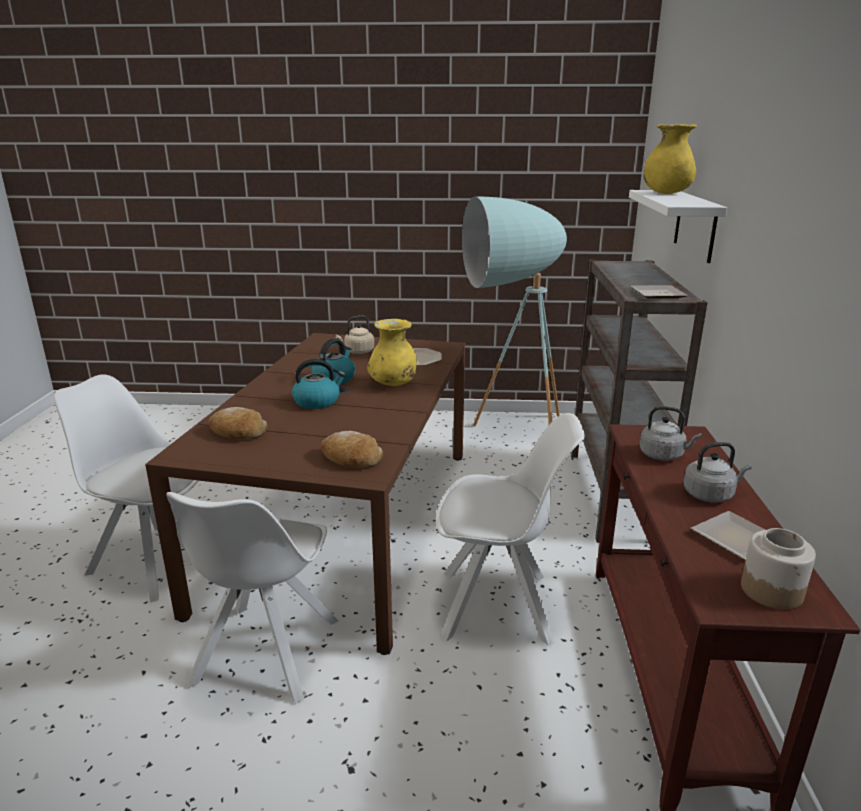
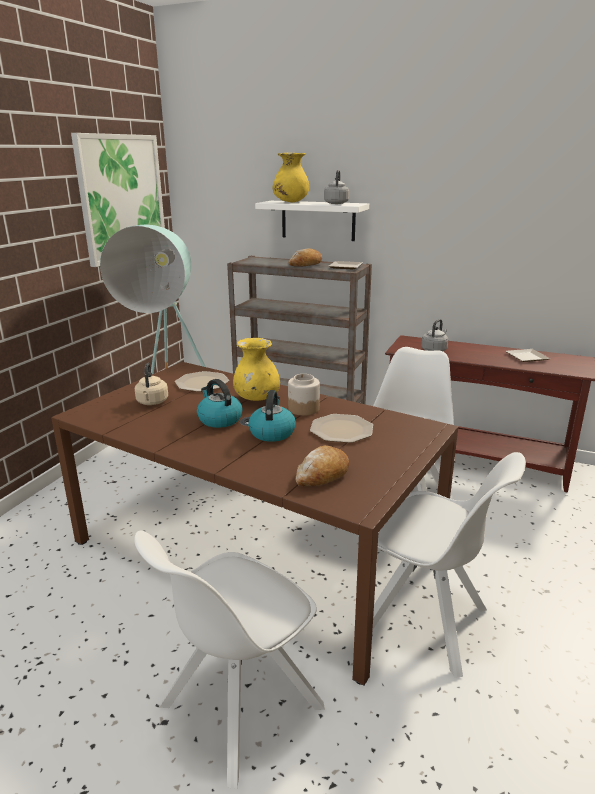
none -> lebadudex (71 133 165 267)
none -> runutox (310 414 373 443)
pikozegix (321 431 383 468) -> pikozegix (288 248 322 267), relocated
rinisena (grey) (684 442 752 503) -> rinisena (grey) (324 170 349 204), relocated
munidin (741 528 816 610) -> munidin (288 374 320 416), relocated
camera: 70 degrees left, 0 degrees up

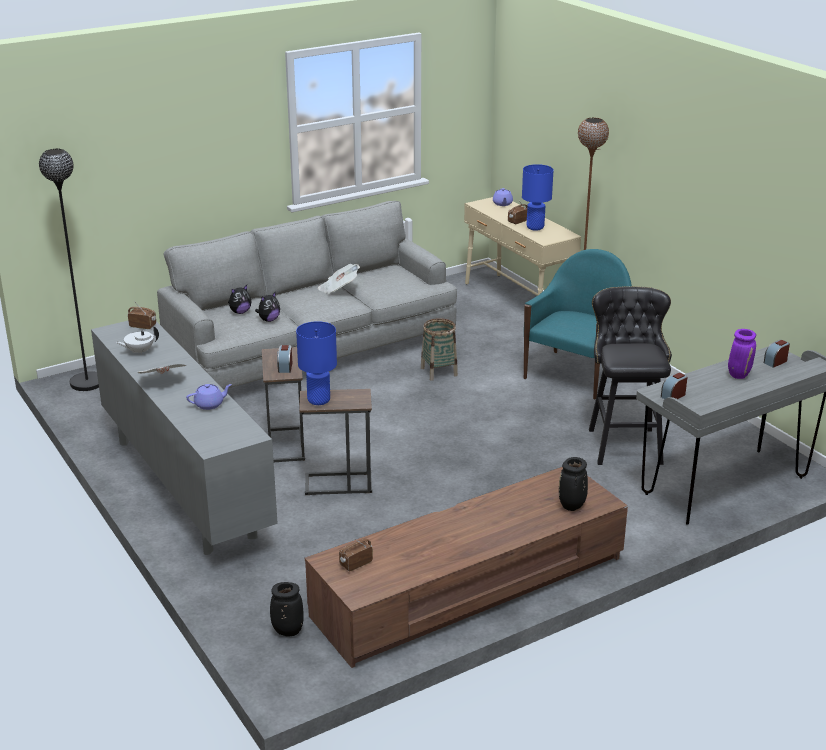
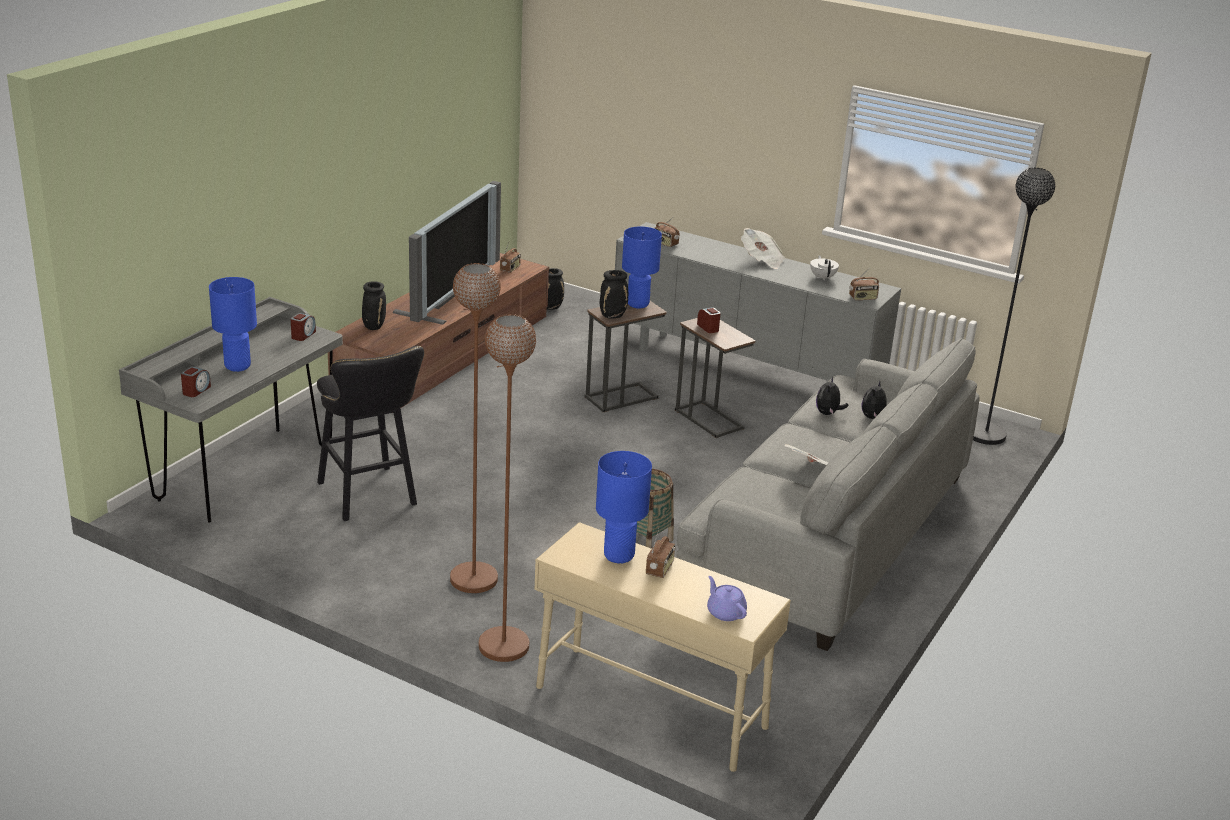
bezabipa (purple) (186 384 232 410) -> none
none -> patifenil (393 181 501 325)
none -> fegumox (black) (600 270 628 318)
none -> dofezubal (654 216 679 247)
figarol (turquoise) (524 249 632 400) -> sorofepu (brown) (450 263 501 593)
fegumox (purple) (728 329 756 379) -> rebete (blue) (209 277 257 372)
bezabipa (white) (116 326 159 354) -> bezabipa (white) (810 255 839 281), 45 degrees counterclockwise
camera: 150 degrees right, 0 degrees up

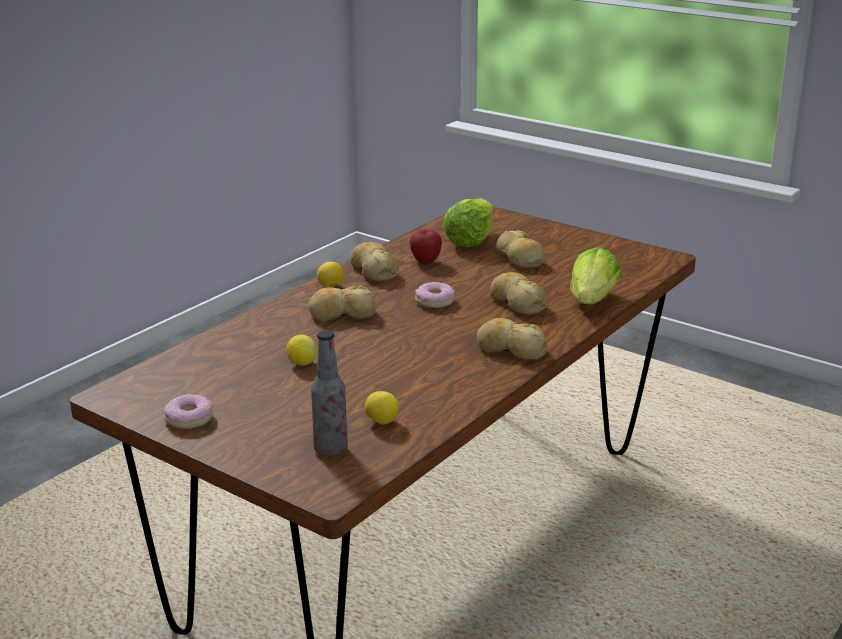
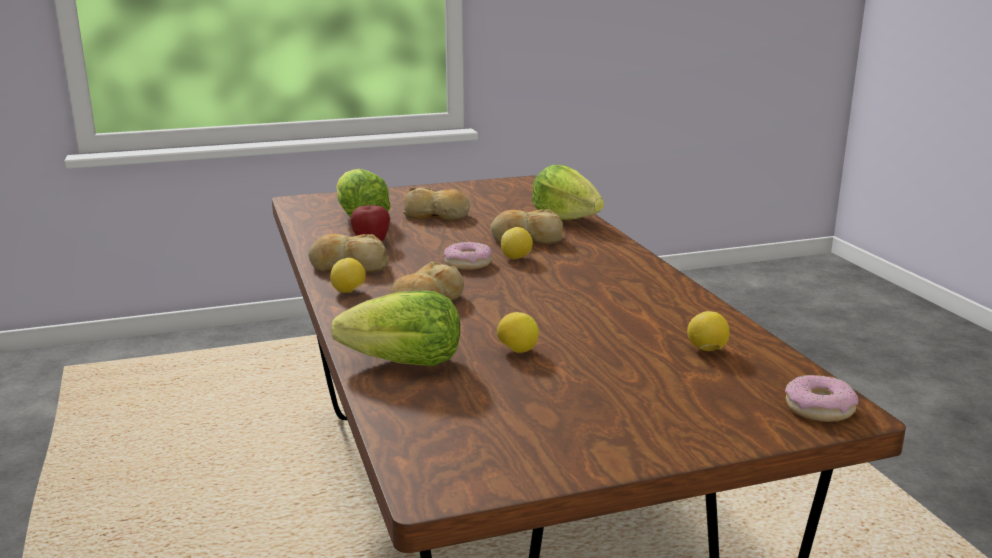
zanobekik (311 330 348 456) -> none
pikozegix (477 318 548 361) -> none
none -> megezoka (331 290 460 366)
none -> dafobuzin (501 227 533 259)
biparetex (164 394 213 429) -> biparetex (785 375 858 422), relocated
camera: 55 degrees left, 5 degrees down

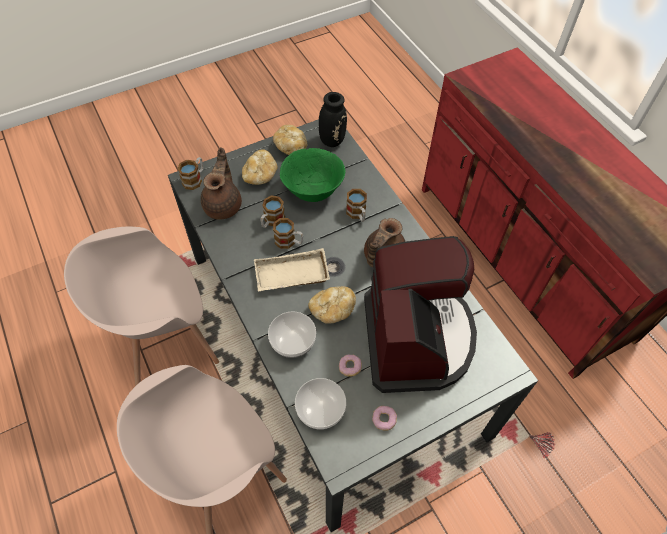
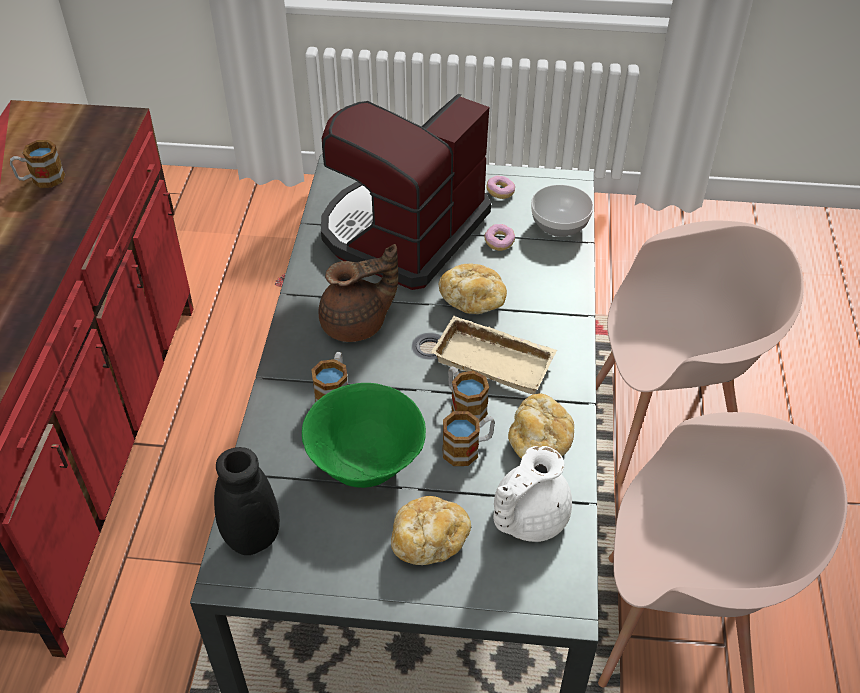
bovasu (268 311 316 358) -> none
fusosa (177 157 203 190) -> fusosa (10 140 65 188), relocated
pikozegix (273 125 307 155) -> pikozegix (508 394 574 459), relocated
bezabipa (brown) (201 147 242 220) -> bezabipa (white) (493 446 572 542)
camera: 145 degrees left, 10 degrees down

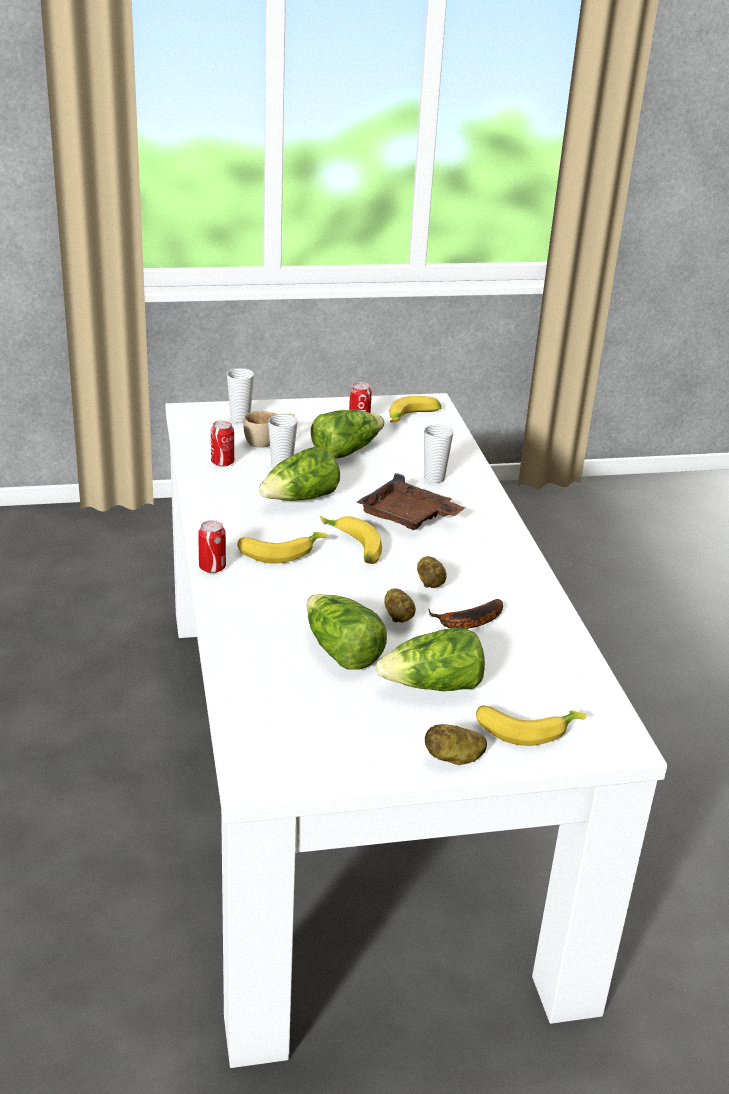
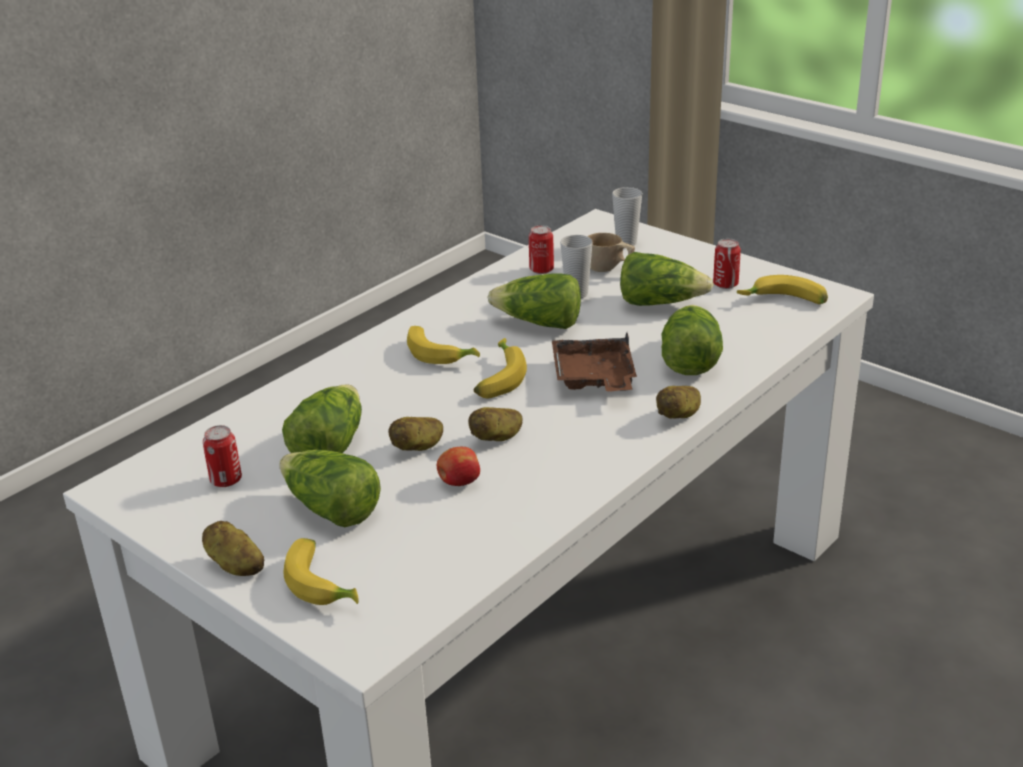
none -> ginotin (656 386 701 419)
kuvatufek (198 520 226 573) -> kuvatufek (203 425 242 487), relocated
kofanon (424 424 454 483) -> megezoka (662 305 723 375)
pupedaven (428 599 503 629) -> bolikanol (437 447 480 486)
camera: 55 degrees right, 0 degrees up

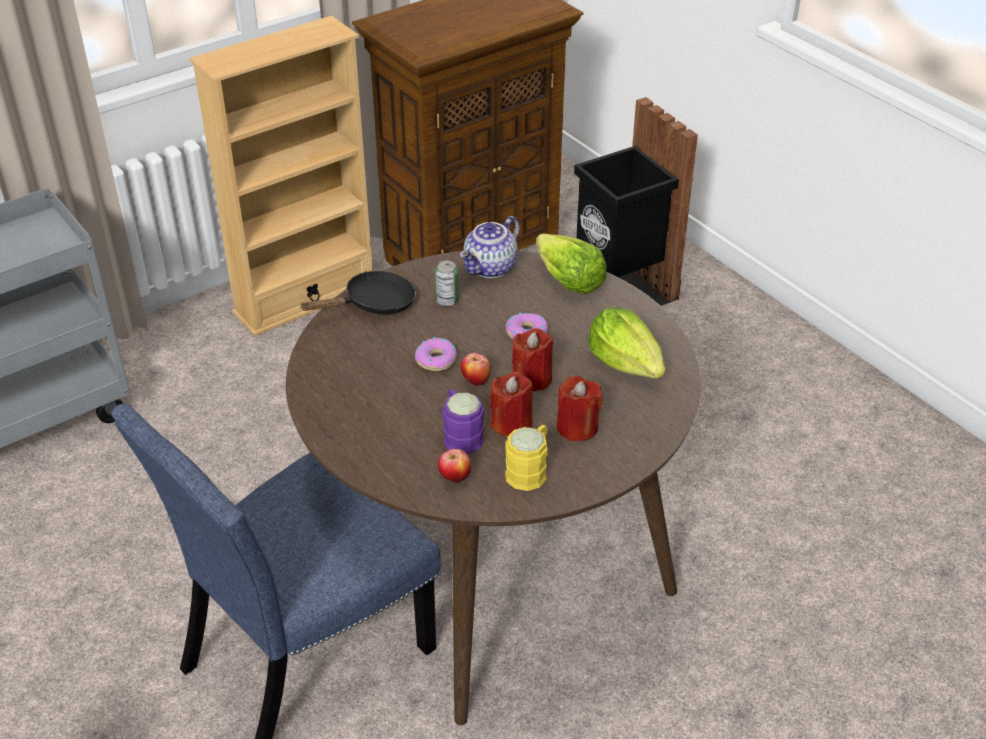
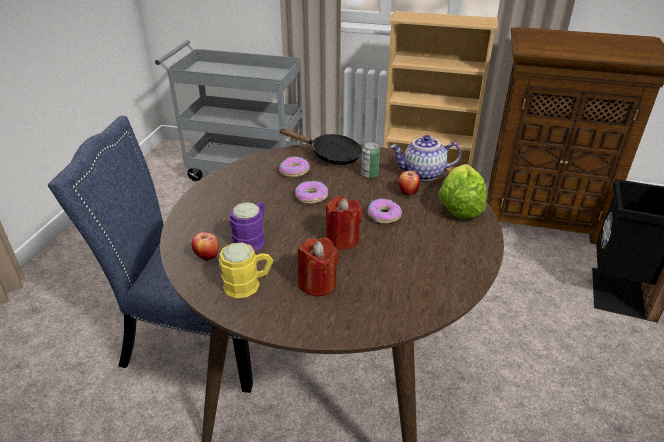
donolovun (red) (490 372 533 437) -> none
megezoka (588 308 665 379) -> none
none -> biparetex (279 157 310 178)
bolikanol (461 353 491 386) -> bolikanol (399 171 420 195), relocated
camera: 50 degrees right, 5 degrees down

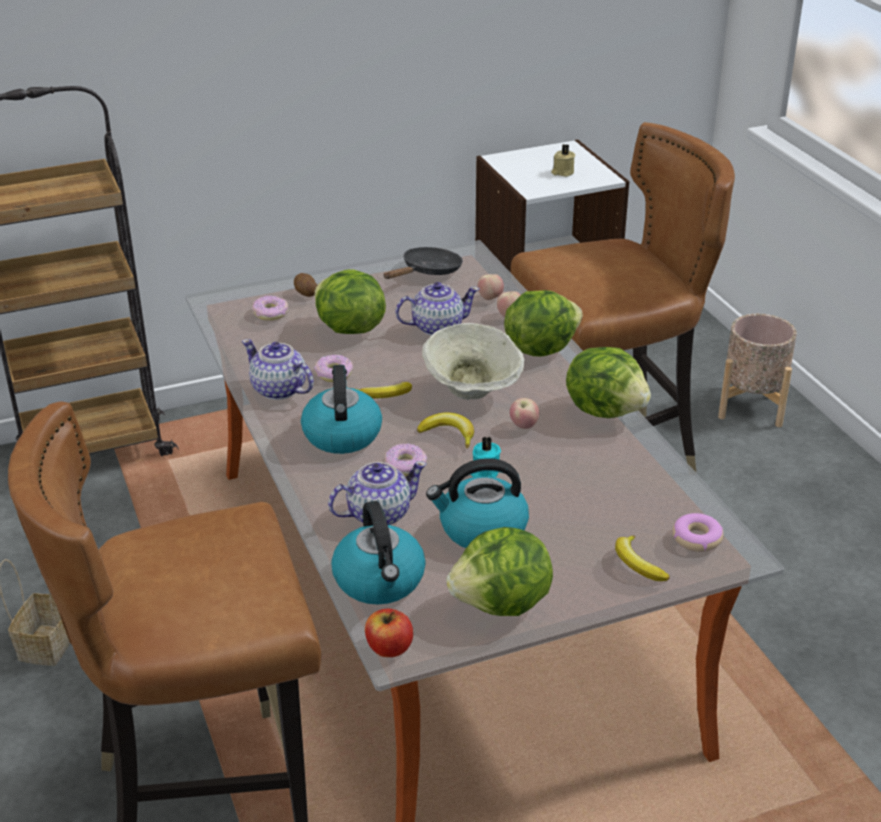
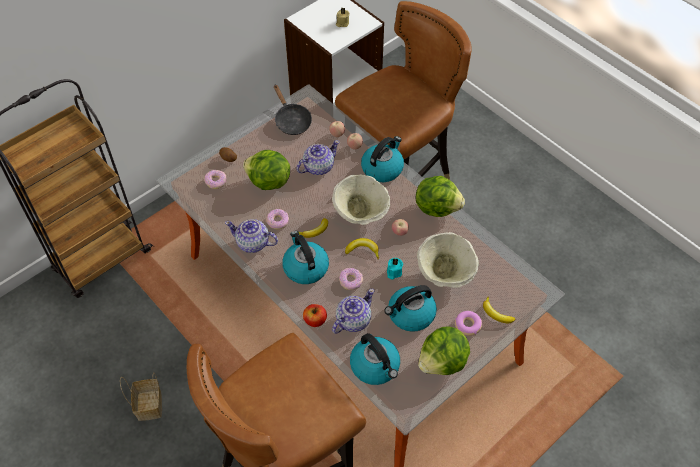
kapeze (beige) (718 314 797 427) -> none
none -> bovasu (beige) (417 232 479 288)
bolikanol (365 609 413 657) -> bolikanol (303 304 327 327), relocated
biparetex (672 513 724 552) -> biparetex (455 311 482 336), relocated
megezoka (504 290 583 357) -> rinisena (361 136 404 182)
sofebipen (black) (383 247 463 279) -> sofebipen (black) (274 85 312 135), 135 degrees clockwise
camera: 20 degrees left, 20 degrees up

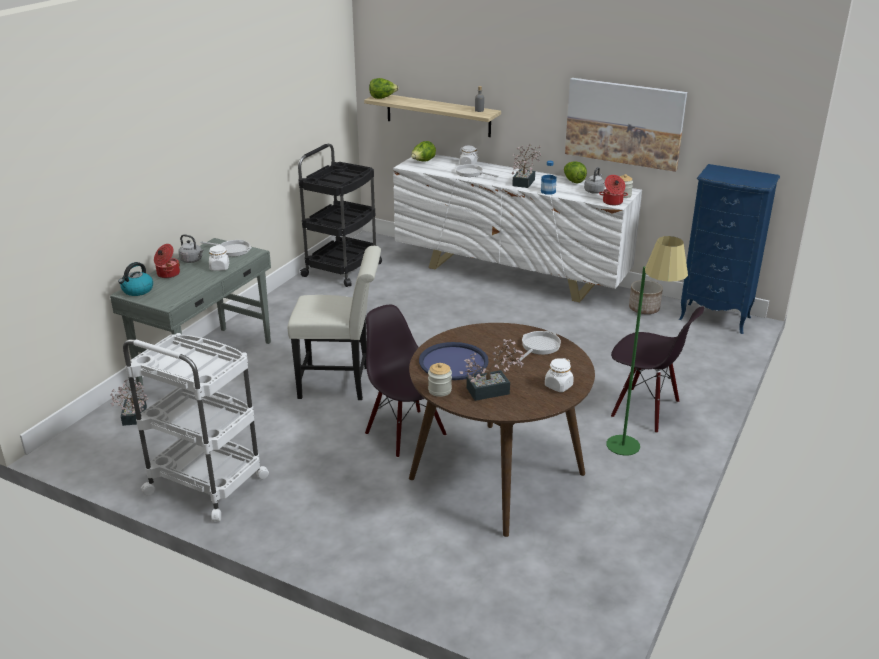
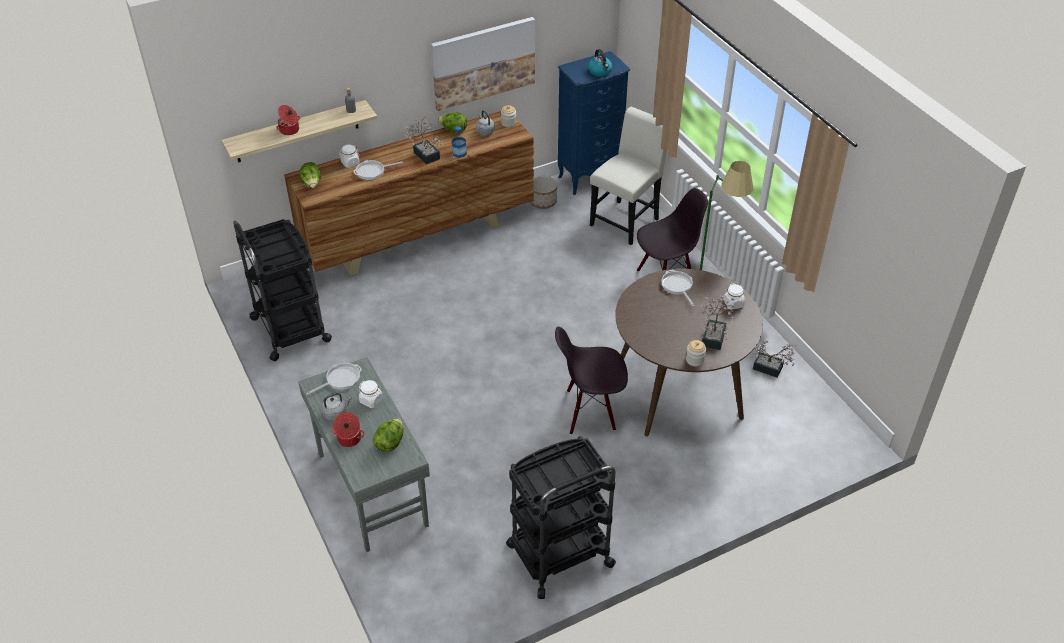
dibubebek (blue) (419 342 489 380) -> none
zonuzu (110 379 148 426) -> zonuzu (750 341 797 378), relocated
rinisena (118 262 153 296) -> rinisena (588 49 612 76), relocated
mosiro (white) (288 246 381 400) -> mosiro (white) (590 107 667 245), relocated
megezoka (369 78 399 99) -> megezoka (373 418 403 452), relocated
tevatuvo (599 175 628 205) -> tevatuvo (276 105 300 135), relocated
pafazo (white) (123 333 269 522) -> pafazo (black) (506 436 616 599)
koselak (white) (393 154 642 303) -> koselak (brown) (284 111 534 276)
camera: 55 degrees left, 15 degrees up

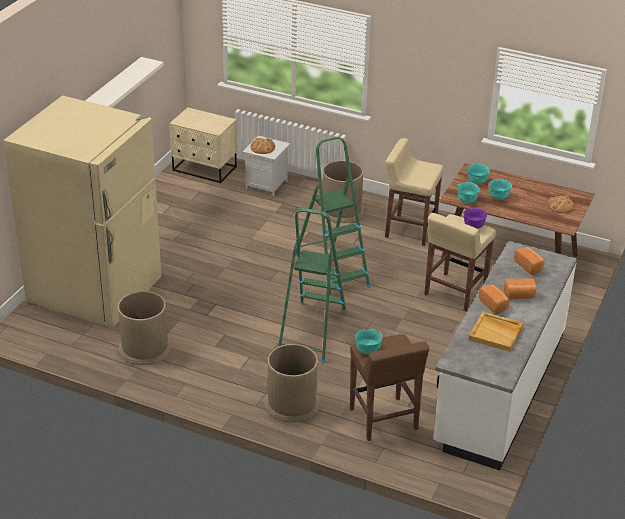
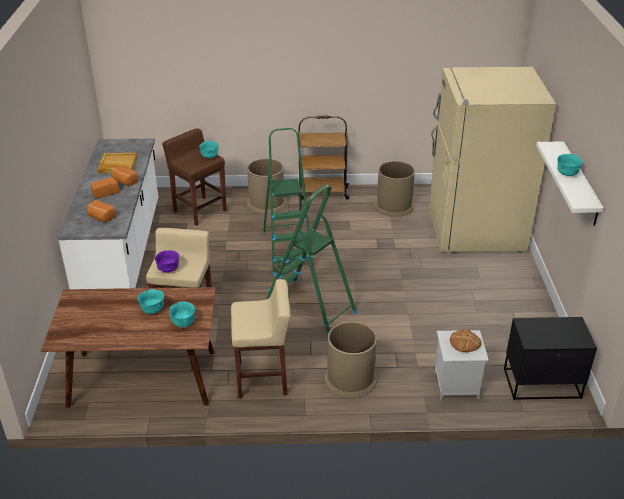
pikozegix (547 195 575 213) -> none
none -> pafazo (brown) (298 115 350 200)
bovasu (turquoise) (457 182 480 203) -> bovasu (turquoise) (557 154 583 176), relocated
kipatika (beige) (169 107 237 184) -> kipatika (black) (504 317 597 400)
camera: 155 degrees right, 0 degrees up

